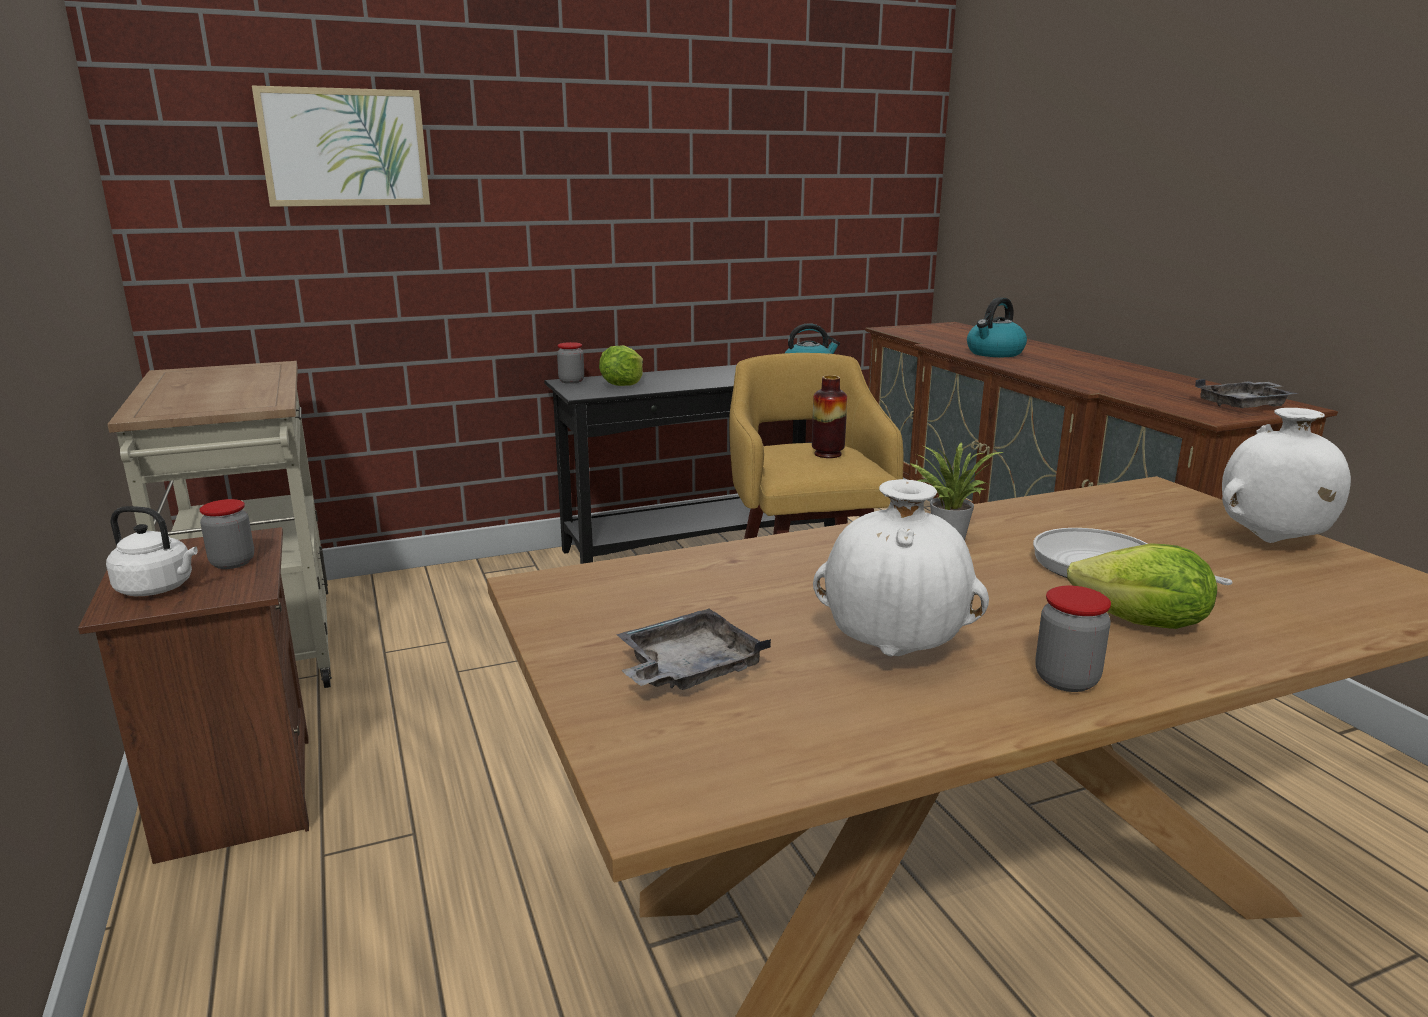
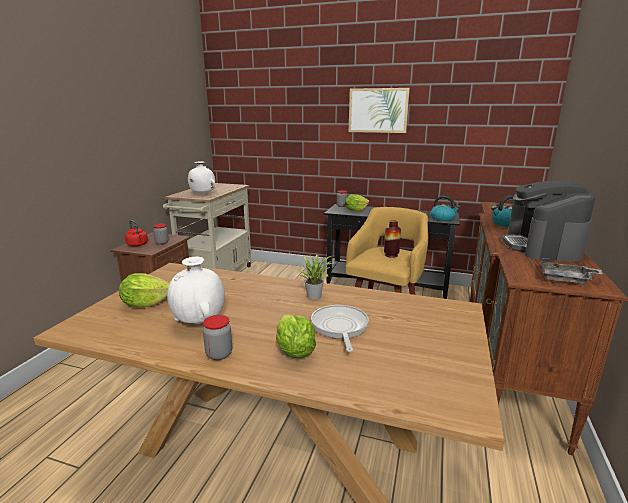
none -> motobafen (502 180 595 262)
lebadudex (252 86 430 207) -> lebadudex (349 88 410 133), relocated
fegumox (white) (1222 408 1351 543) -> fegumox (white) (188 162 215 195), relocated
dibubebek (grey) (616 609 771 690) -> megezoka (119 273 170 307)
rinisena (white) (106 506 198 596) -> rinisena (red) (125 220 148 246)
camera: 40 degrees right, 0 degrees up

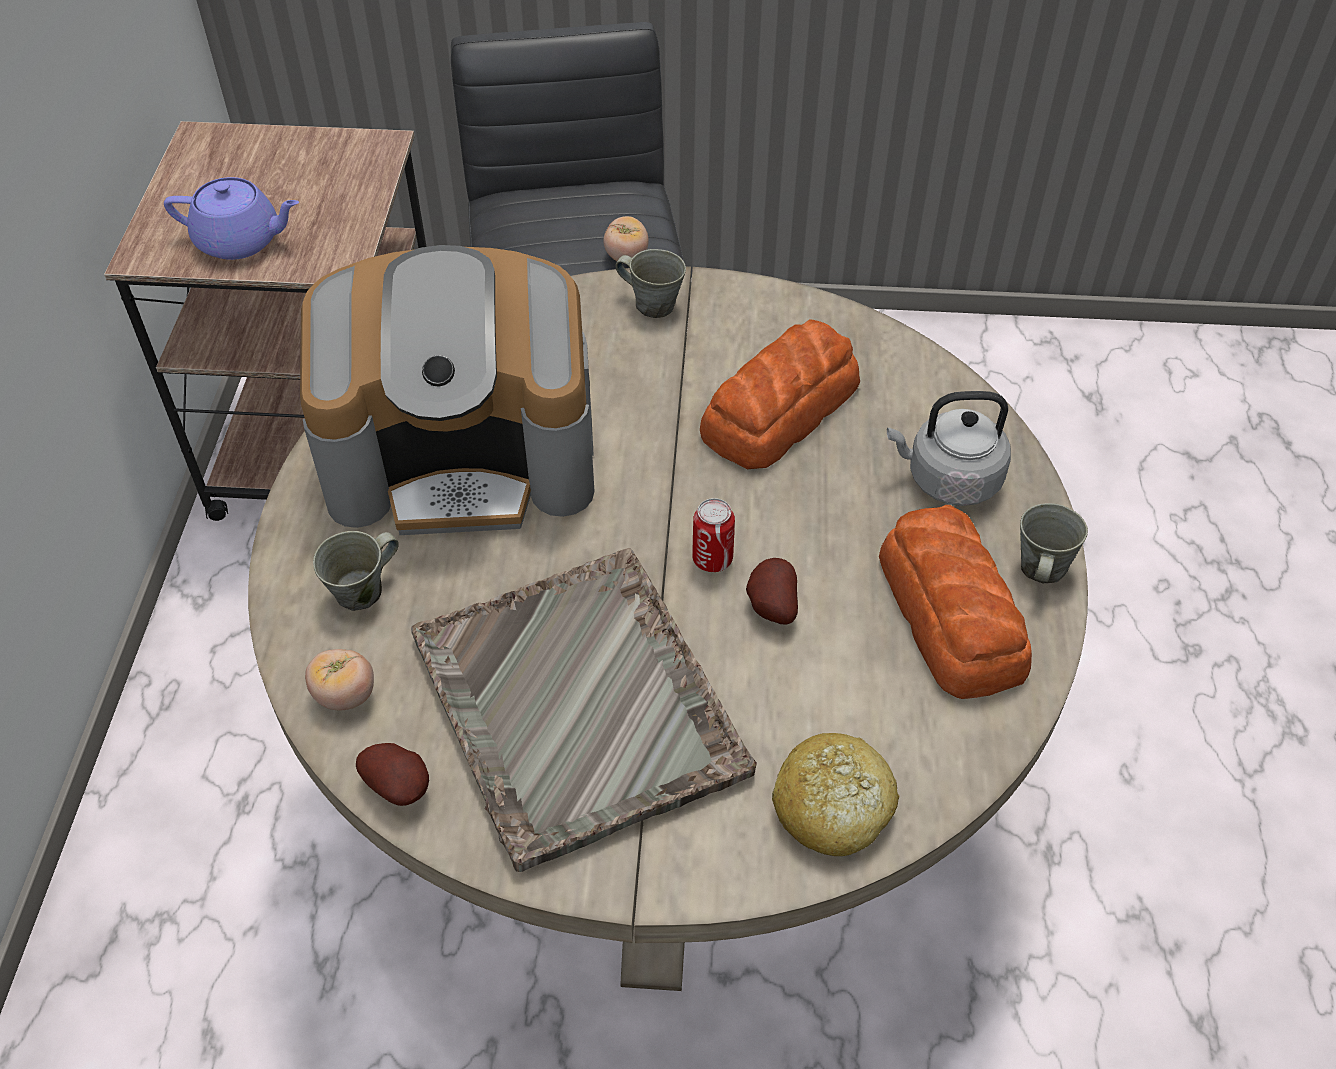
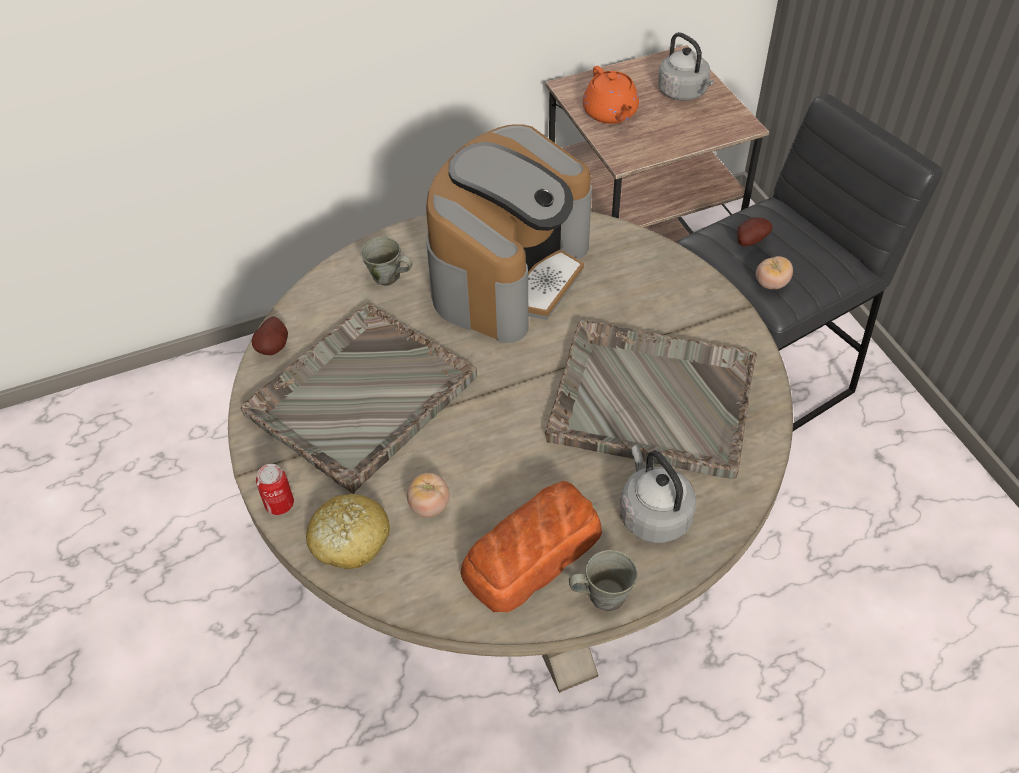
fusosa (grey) (615 249 686 318) -> none
none -> rinisena (grey) (658 32 714 101)
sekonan (305 649 374 710) -> sekonan (407 473 450 518), relocated
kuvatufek (692 498 735 572) -> kuvatufek (256 464 294 515), relocated
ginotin (746 558 798 625) -> ginotin (737 218 773 246), relocated
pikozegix (700 319 860 469) -> dibubebek (grey) (545 320 757 479)
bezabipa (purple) (164 177 299 260) -> bezabipa (orange) (583 66 639 124)
motobafen (300 245 594 535) -> motobafen (426 124 592 343), 120 degrees counterclockwise
camera: 65 degrees right, 0 degrees up

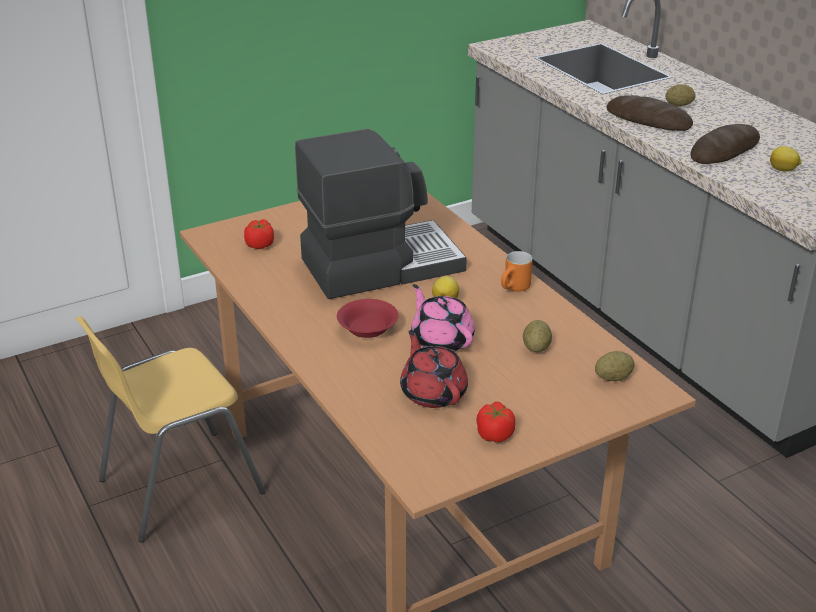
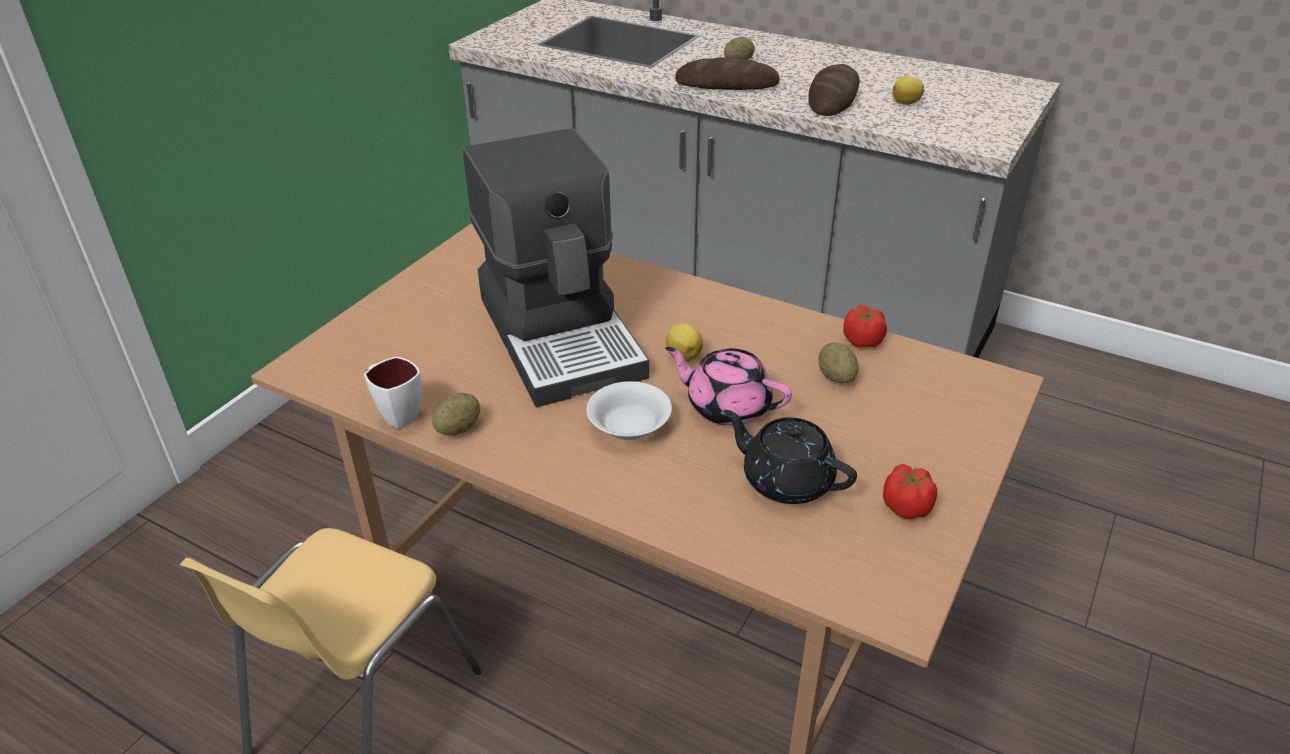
fusosa (orange) (501 251 533 292) -> none
none -> fusosa (white) (364 357 422 429)
sekonan (244 219 274 249) -> sekonan (843 305 887 348), relocated
ginotin (595 351 635 381) -> ginotin (432 393 480 435), relocated
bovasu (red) (337 299 398 338) -> bovasu (white) (586 381 672 440)
bezabipa (red) (400 330 468 408) -> bezabipa (black) (723 410 857 504)
motobafen (295 129 467 299) -> motobafen (463 128 649 407), 120 degrees clockwise
camera: 30 degrees left, 5 degrees up

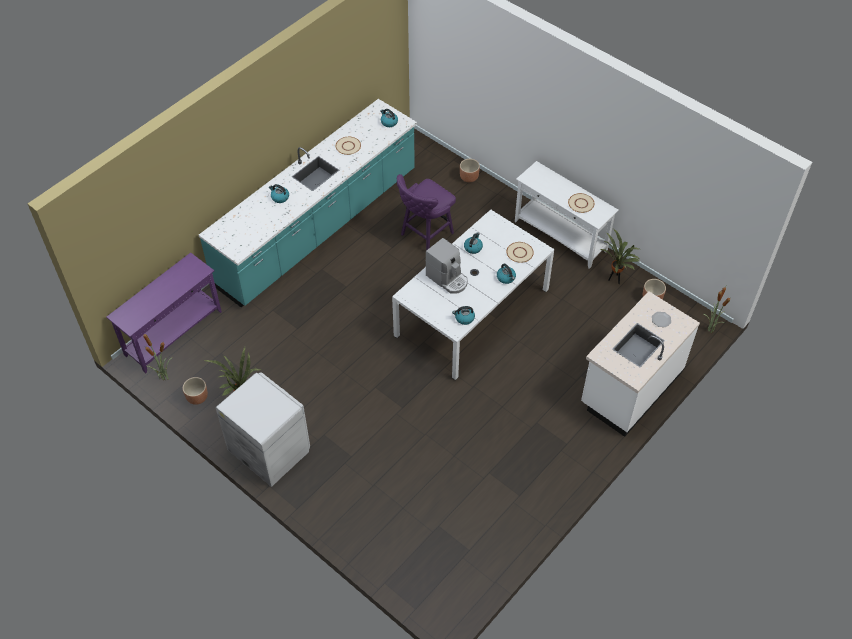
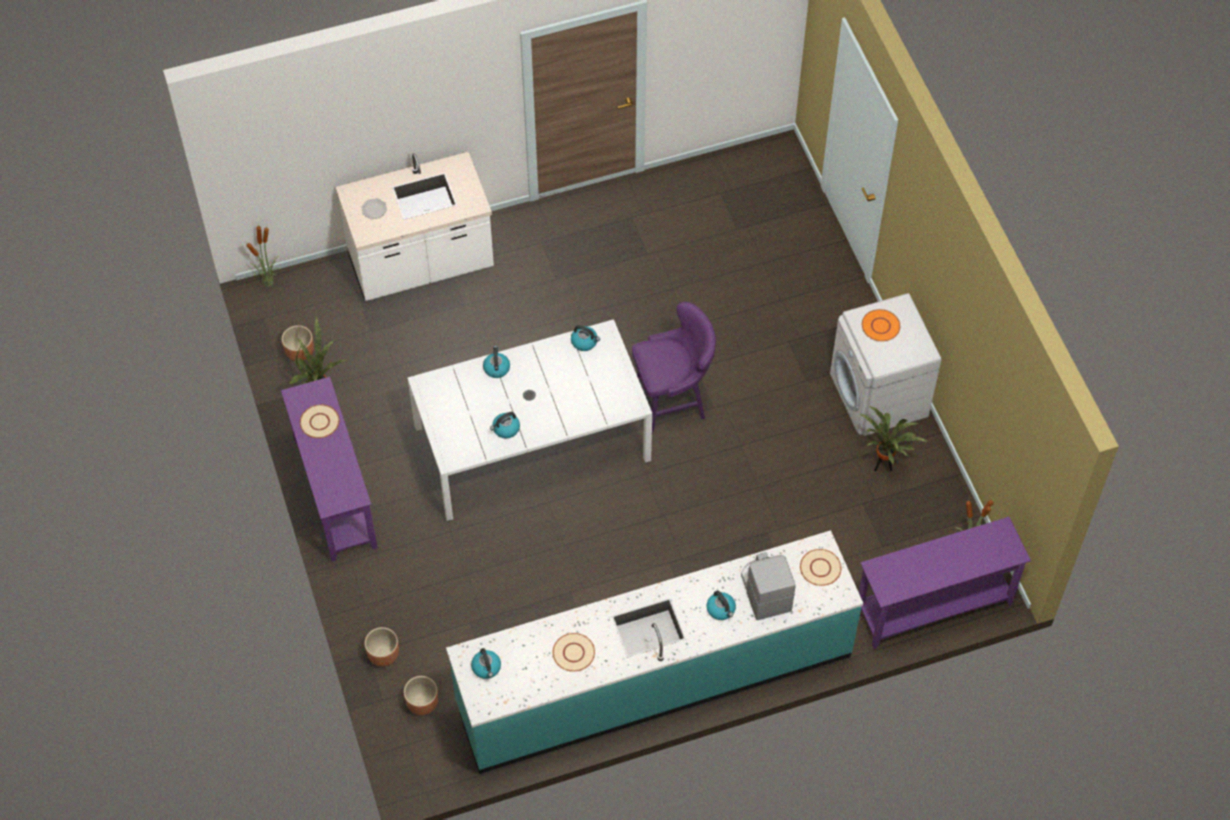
none -> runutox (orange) (862 309 900 341)
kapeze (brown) (183 377 208 405) -> kapeze (brown) (404 676 438 715), relocated
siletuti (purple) (397 174 456 251) -> siletuti (purple) (632 302 716 432), relocated
motobafen (426 238 468 294) -> motobafen (741 552 796 620), relocated
runutox (beige) (506 242 534 263) -> runutox (beige) (800 549 841 586), relocated
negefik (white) (515 161 619 269) -> negefik (purple) (281 377 378 561)
camera: 150 degrees left, 5 degrees up

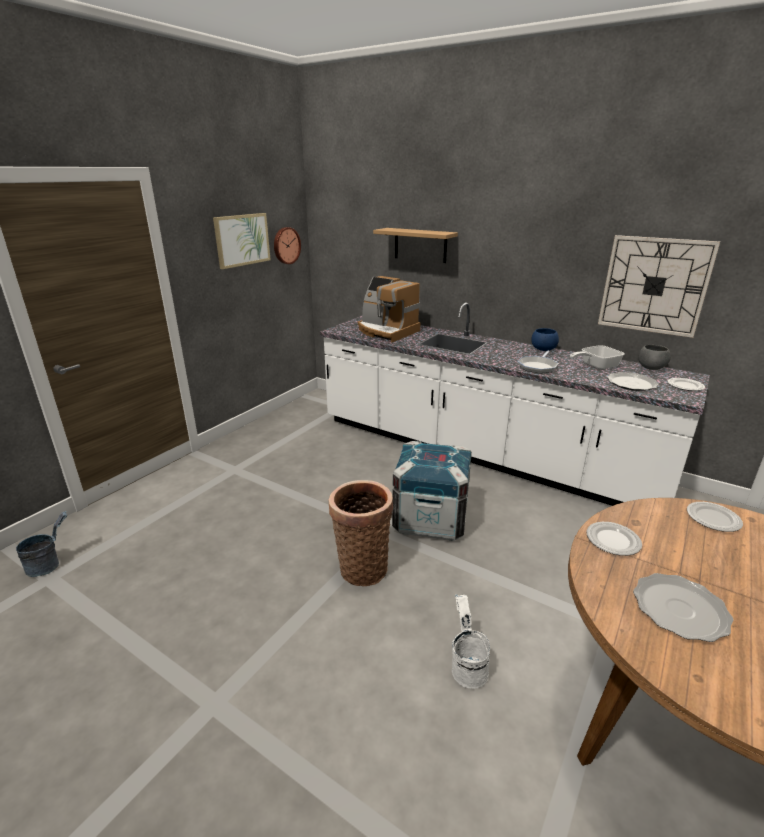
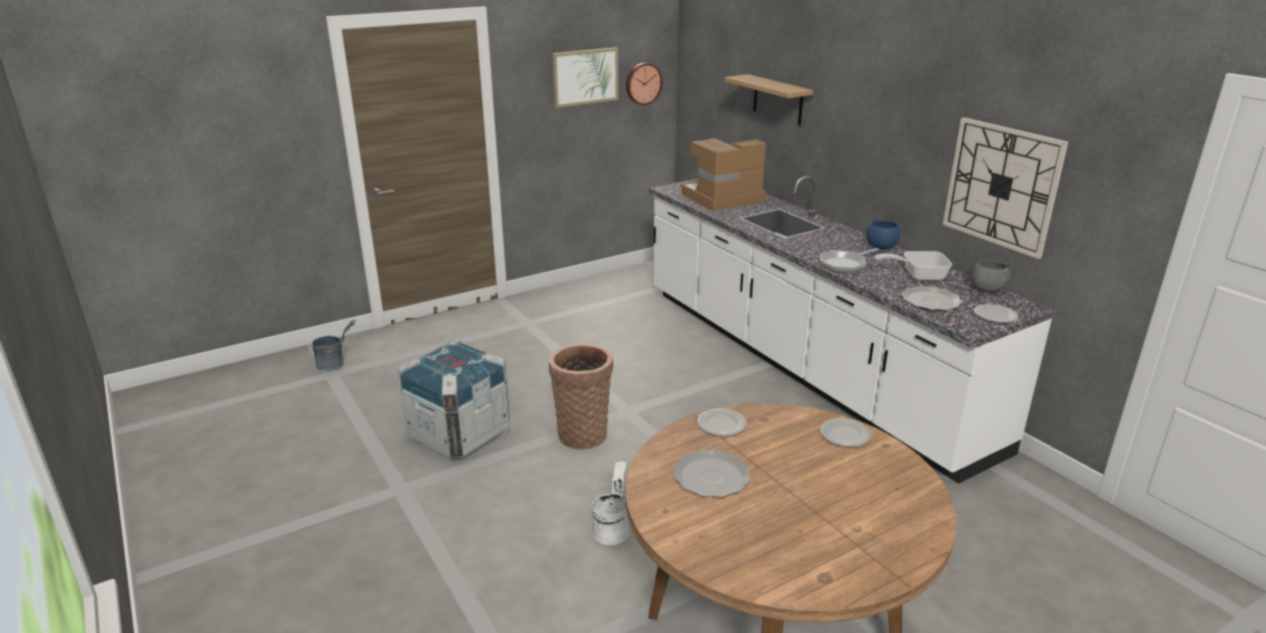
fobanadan (392 441 472 541) -> fobanadan (398 341 510 460), relocated
motobafen (358 276 420 343) -> motobafen (680 139 766 211), 90 degrees clockwise
camera: 25 degrees right, 0 degrees up

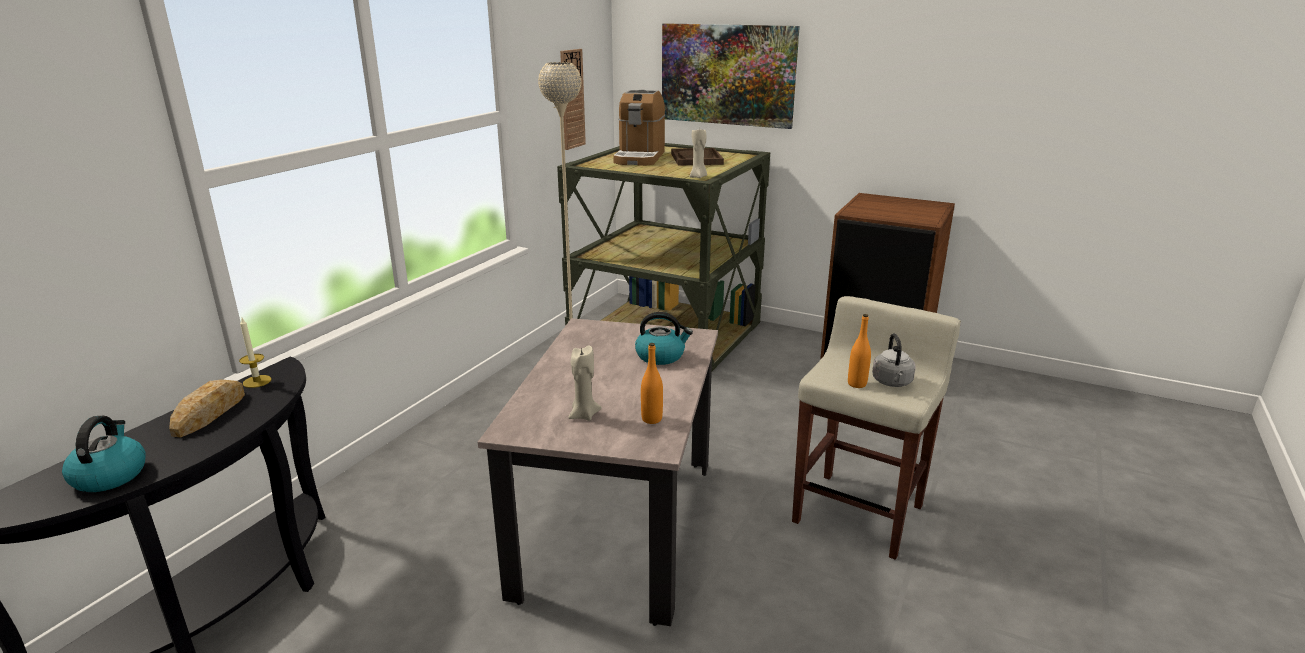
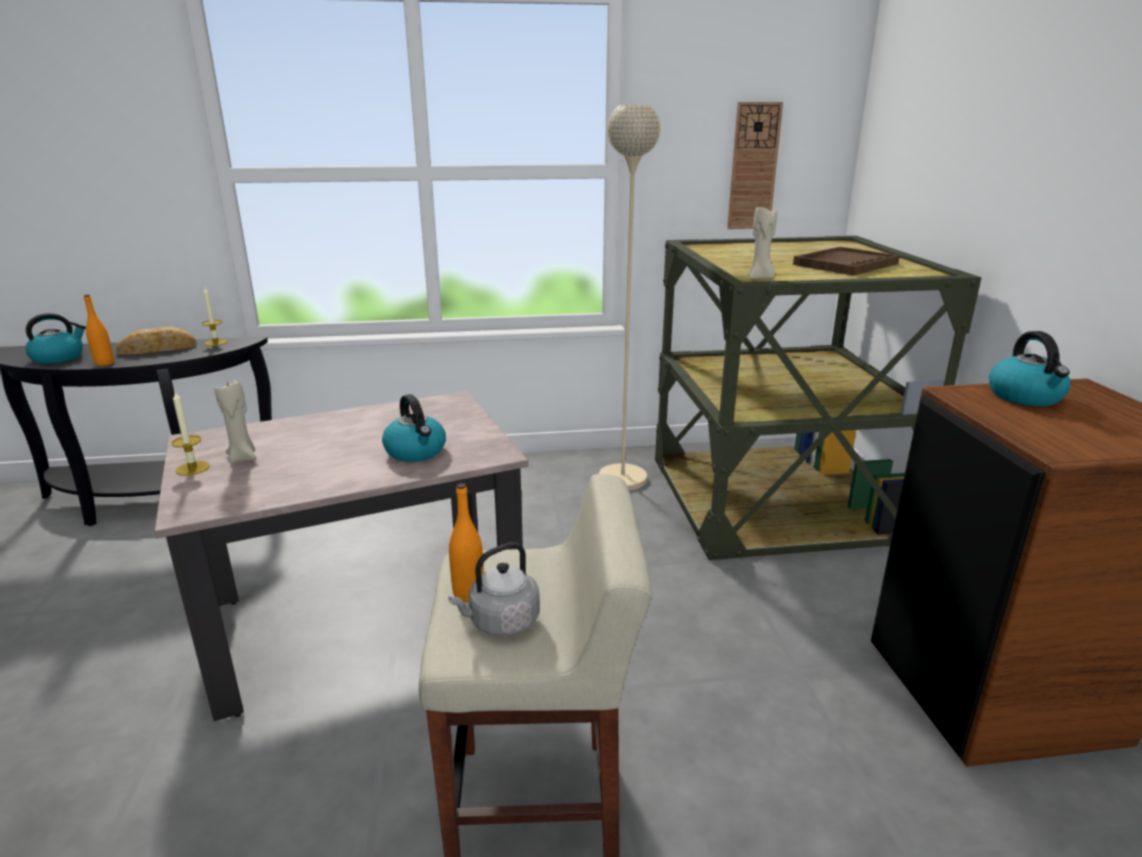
motobafen (613 89 665 166) -> none
lebadudex (662 23 800 129) -> none
none -> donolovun (172 392 210 476)
none -> rinisena (989 331 1070 406)
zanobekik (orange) (641 343 663 424) -> zanobekik (orange) (84 295 114 366), relocated
camera: 55 degrees right, 0 degrees up

